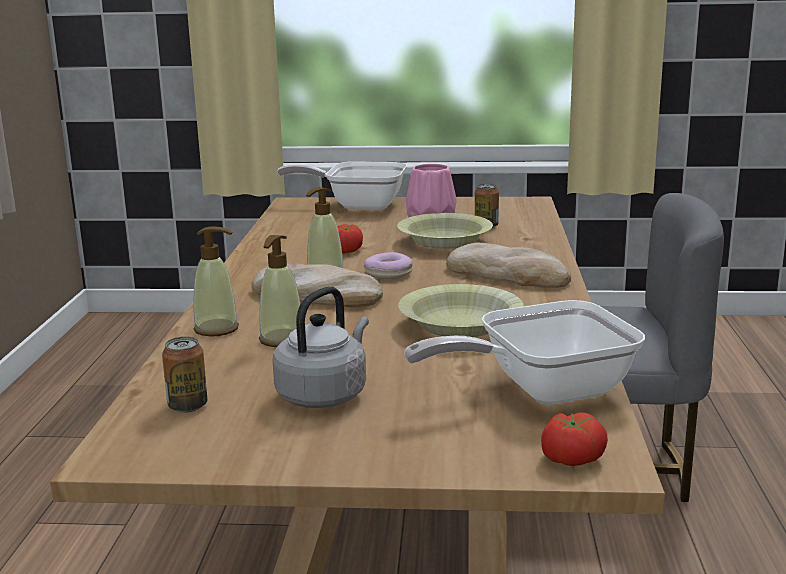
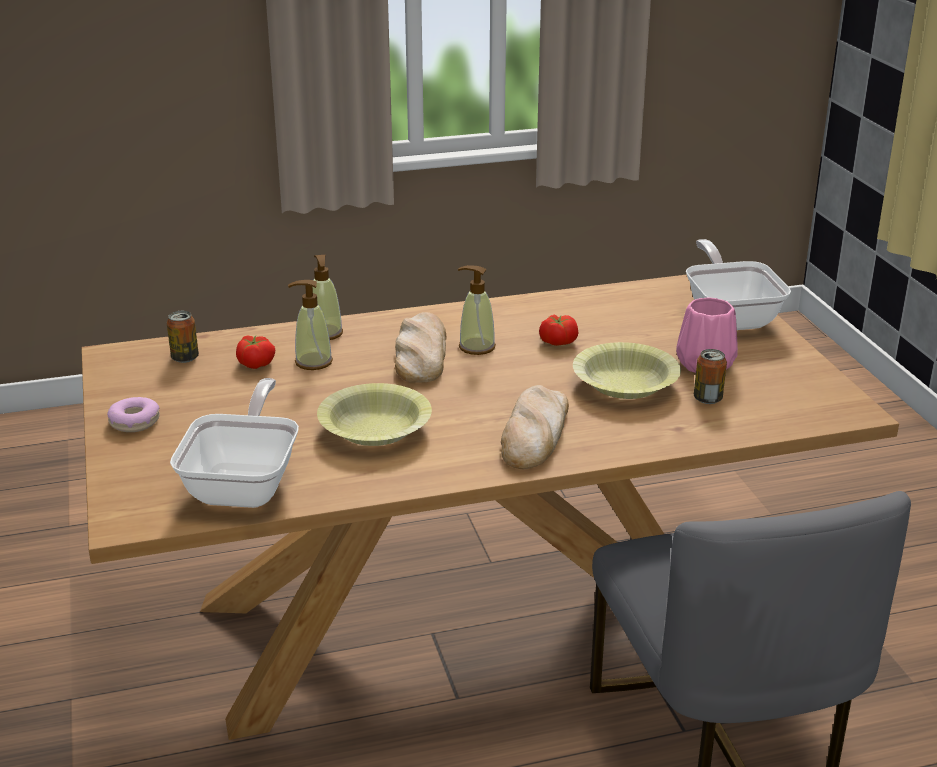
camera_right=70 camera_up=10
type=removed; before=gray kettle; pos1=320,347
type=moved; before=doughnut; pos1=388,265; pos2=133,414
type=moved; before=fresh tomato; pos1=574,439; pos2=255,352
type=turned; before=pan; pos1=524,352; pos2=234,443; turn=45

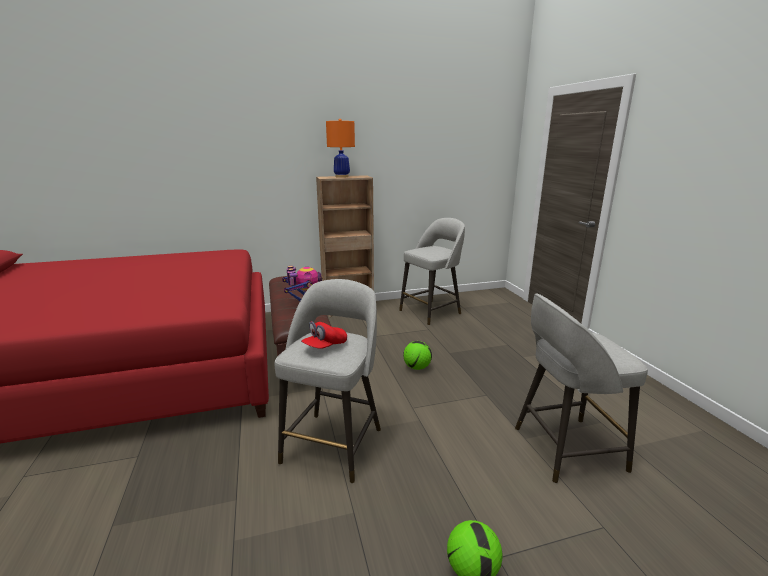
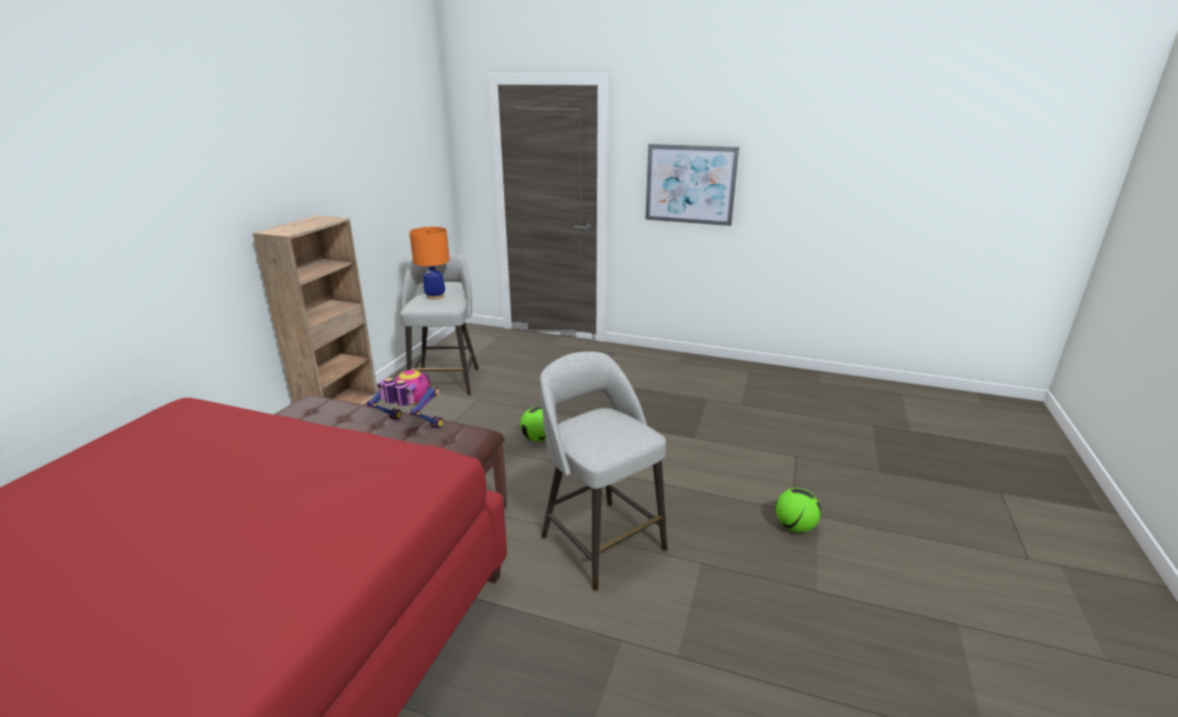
camera_right=-55 camera_up=5
type=removed; before=reddish baseball cap; pos1=324,335
type=removed; before=gray sitting stool; pos1=581,388
type=added; after=wall picture; pos2=692,185
type=moved; before=orange-coloured tabletop lamp; pos1=340,148; pos2=429,263

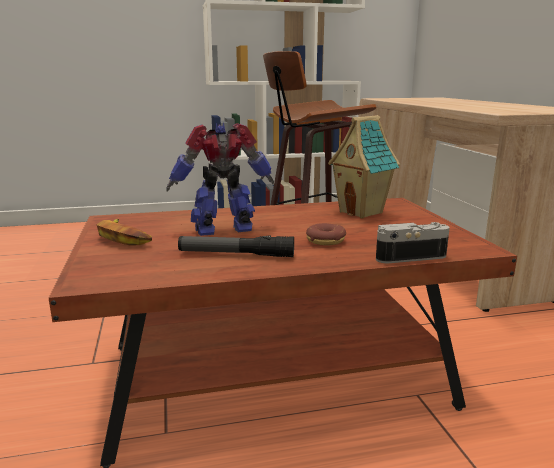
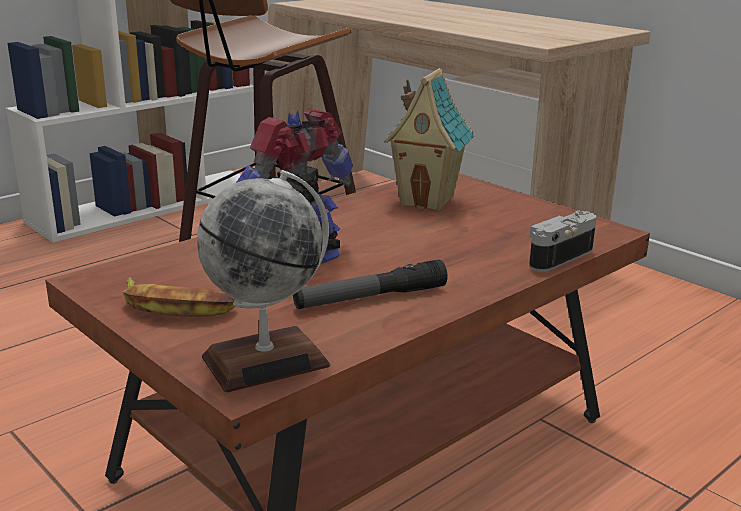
camera_right=-30 camera_up=5
type=removed; before=doughnut; pos1=326,234
type=added; after=desk globe; pos2=263,281

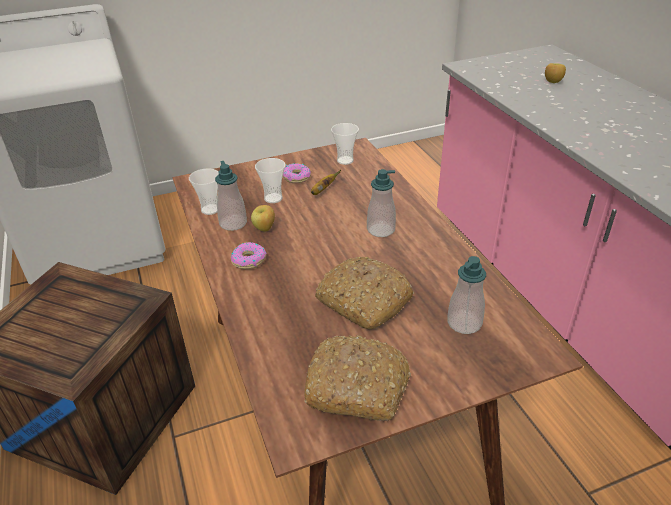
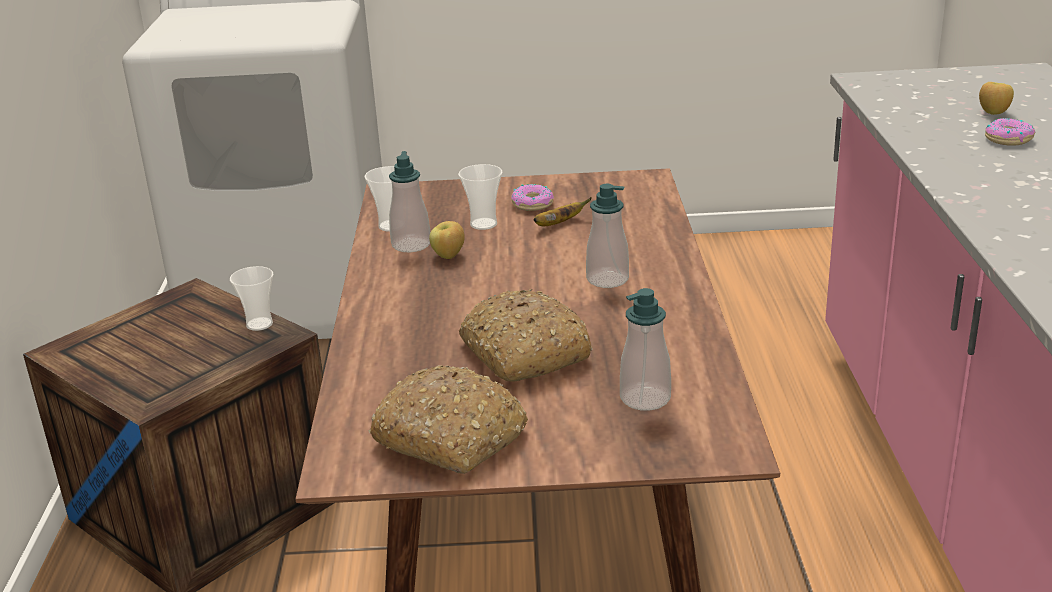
camera_right=20 camera_up=-10
type=moved; before=doughnut; pos1=249,255; pos2=1010,132
type=moved; before=drinking cup; pos1=345,144; pos2=251,298

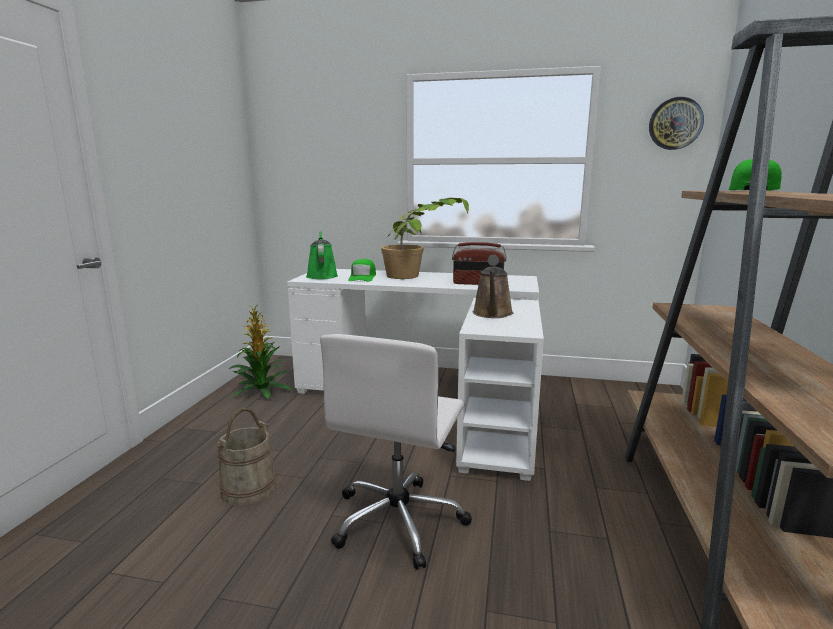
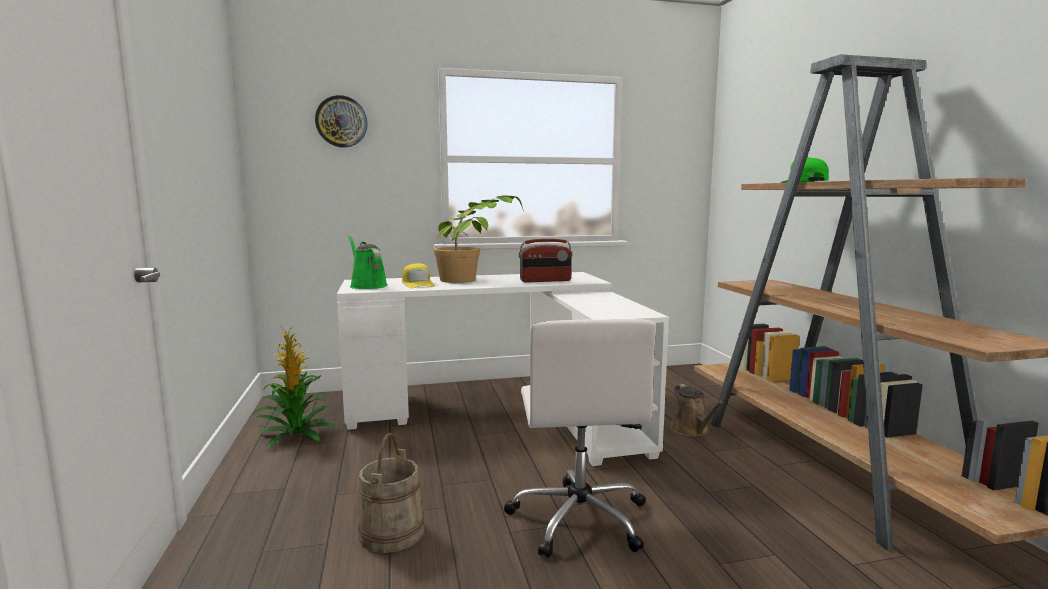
camera_right=-25 camera_up=-5
type=moved; before=brown sprinkling can; pos1=493,292; pos2=697,410
type=moved; before=hanging clock; pos1=676,123; pos2=341,121
type=recoloured; before=green-coloured baseball cap; after=yellowish baseball cap; pos1=362,270; pos2=418,275

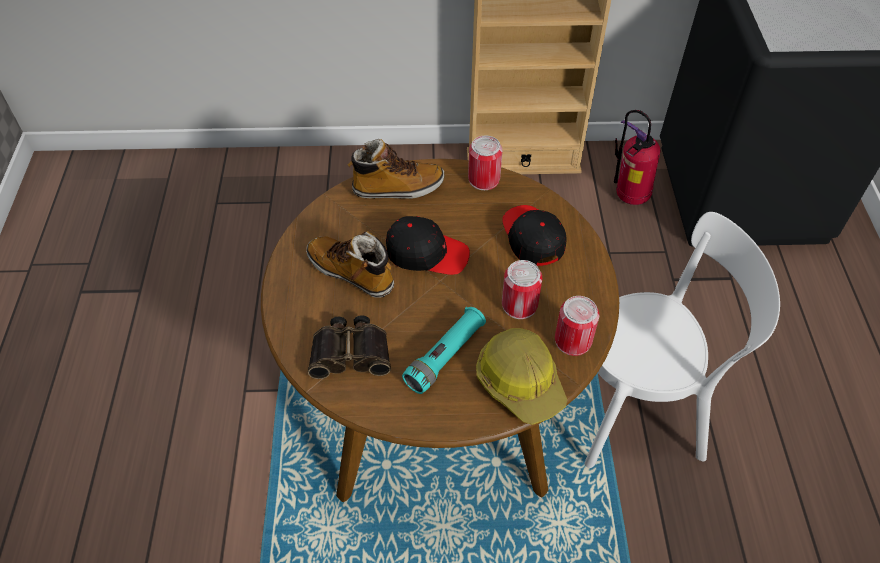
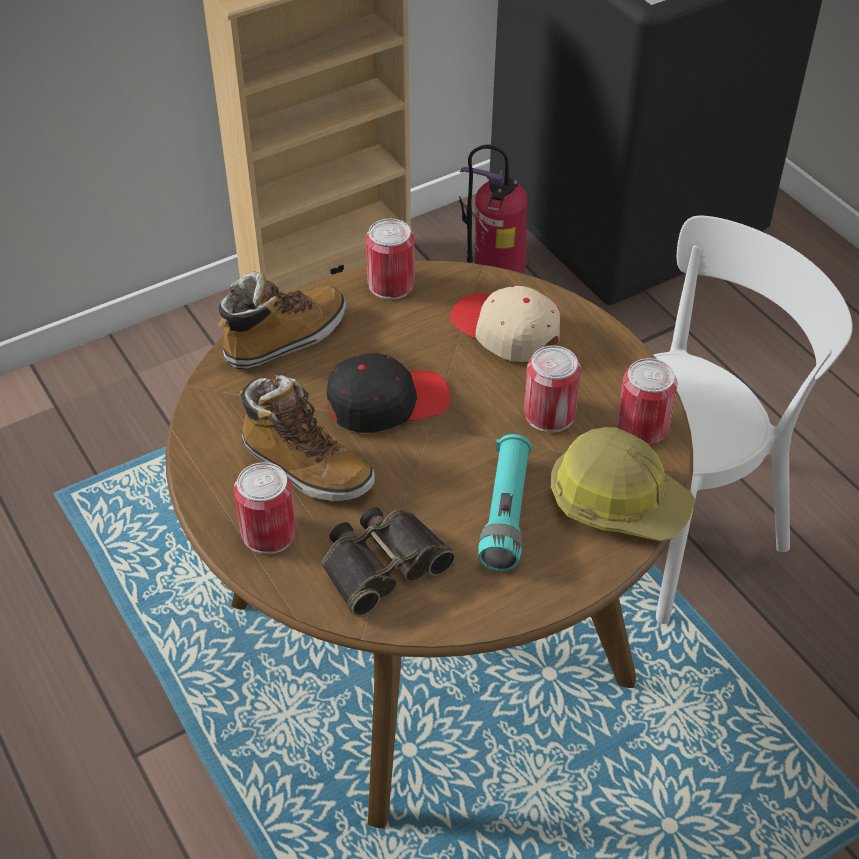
camera_right=-30 camera_up=-5
type=added; after=can; pos2=265,508
type=recoloured; before=blackish baseball cap; after=beige-coloured baseball cap; pos1=534,235; pos2=505,324
type=turned; before=high-top boot; pos1=350,264; pos2=307,438; turn=-150

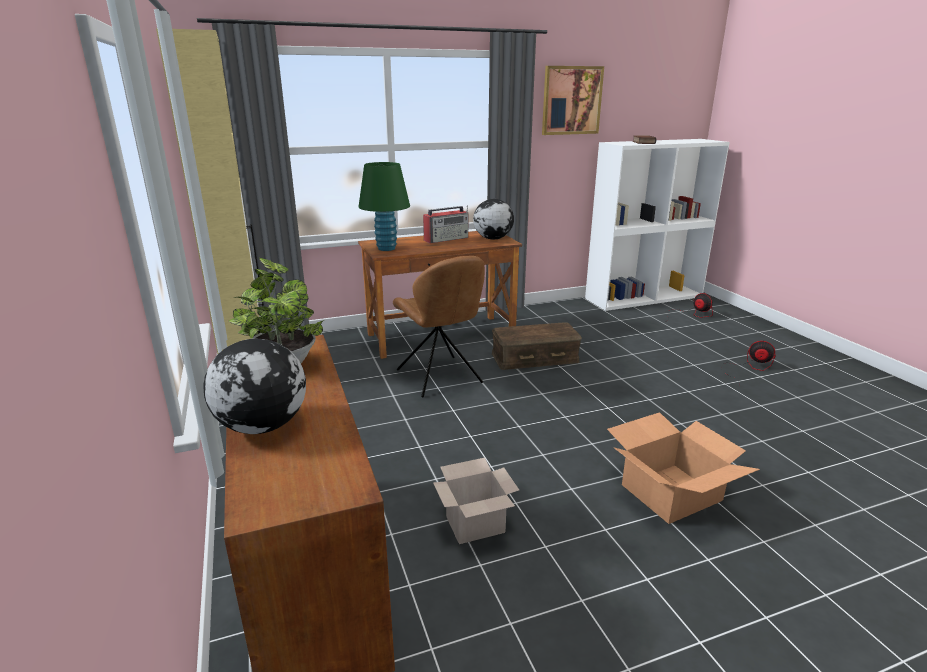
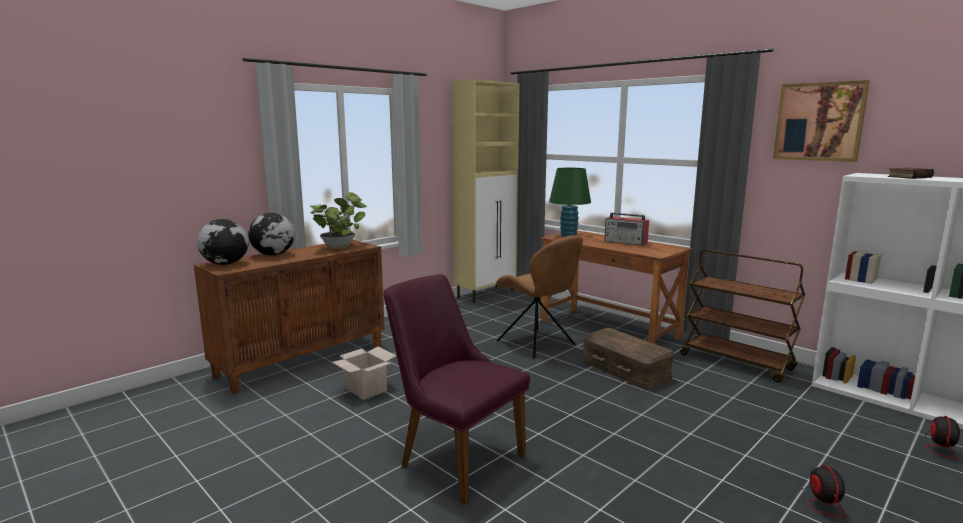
camera_right=65 camera_up=-10
type=added; after=brown cart; pos2=742,316
type=moved; before=desk globe; pos1=493,219; pos2=223,242
type=replaced; before=packing box; after=purple plain chair; pos1=683,468; pos2=456,389
type=turned; before=brown plain chair; pos1=439,327; pos2=539,296; turn=-75

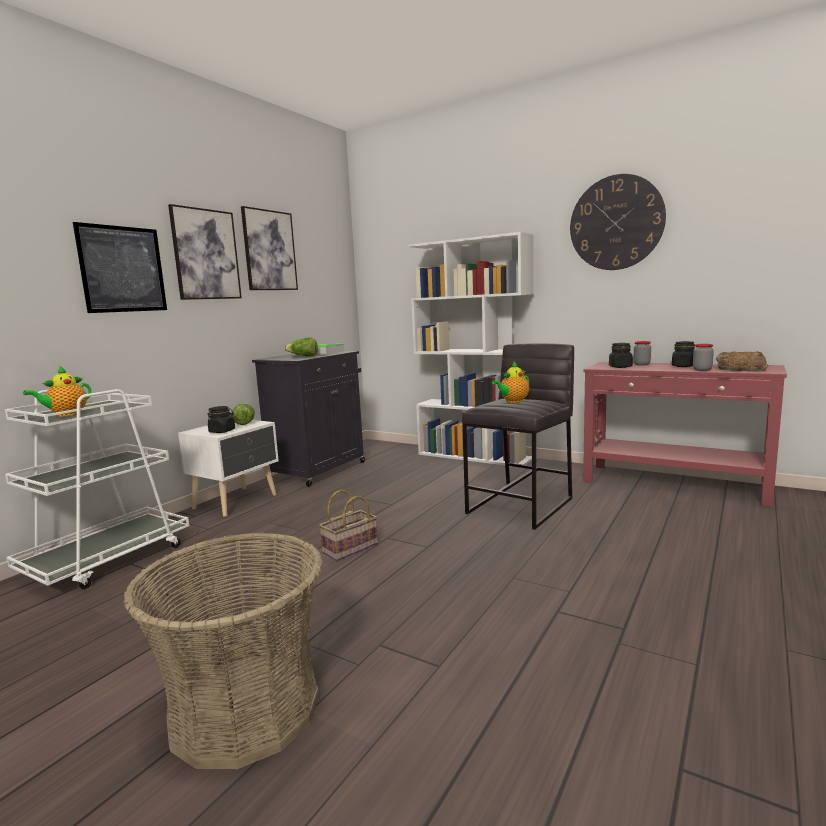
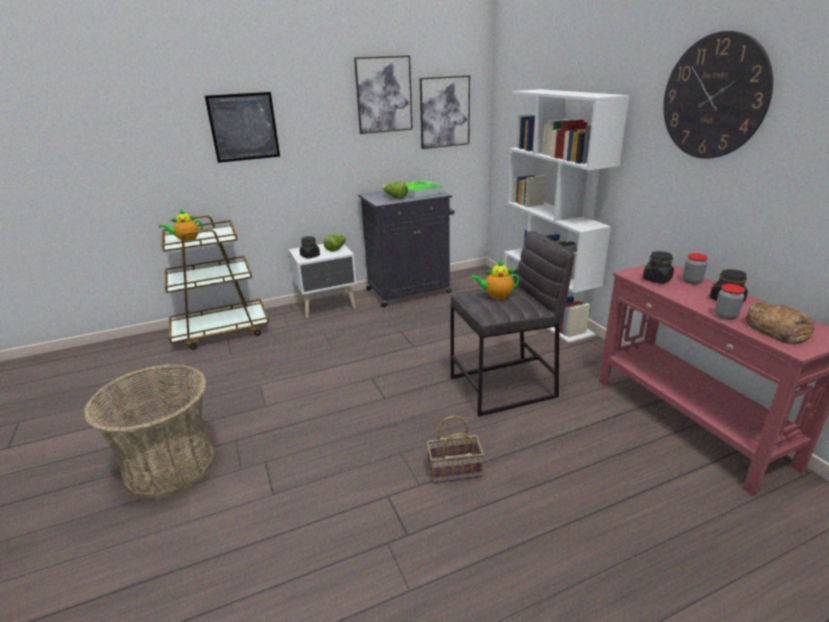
camera_right=35 camera_up=15
type=moved; before=wall picture; pos1=205,252; pos2=445,112
type=moved; before=household basket; pos1=348,525; pos2=455,449
type=recoloured; before=whitish cart; after=brown cart; pos1=97,489; pos2=215,282

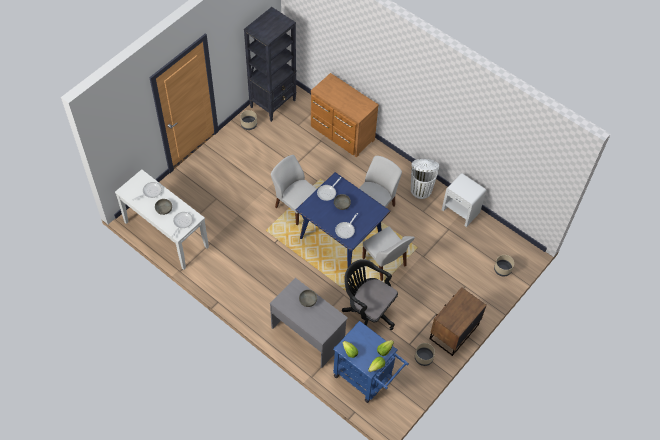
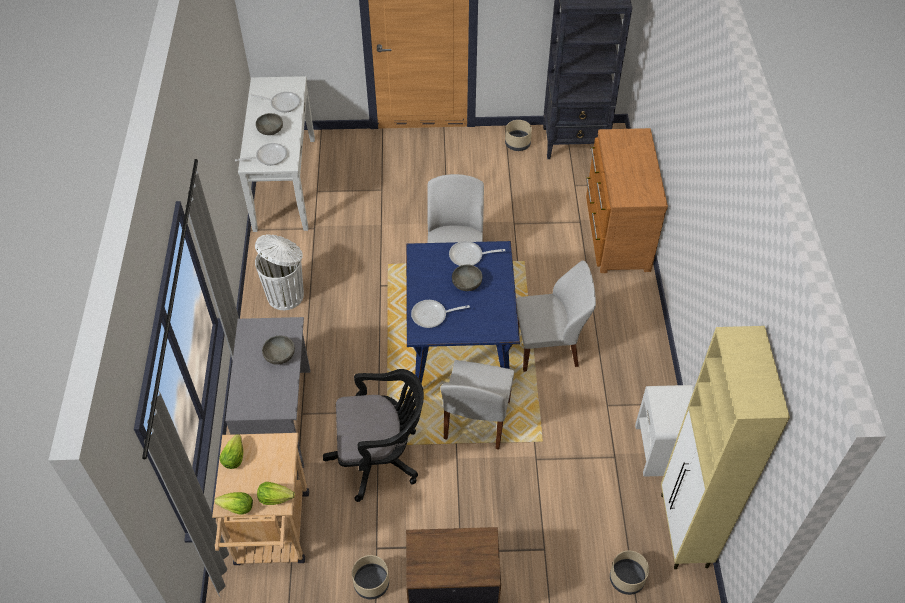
camera_right=50 camera_up=-5
type=added; after=beige-coloured cupboard; pos2=725,447
type=moved; before=whitish rubbish bin; pos1=425,179; pos2=279,272
type=recoloured; before=blue-coloured cart; after=beige-coloured cart; pos1=371,362; pos2=260,499
type=turned; before=blackish office chair; pos1=370,294; pos2=373,435; turn=90

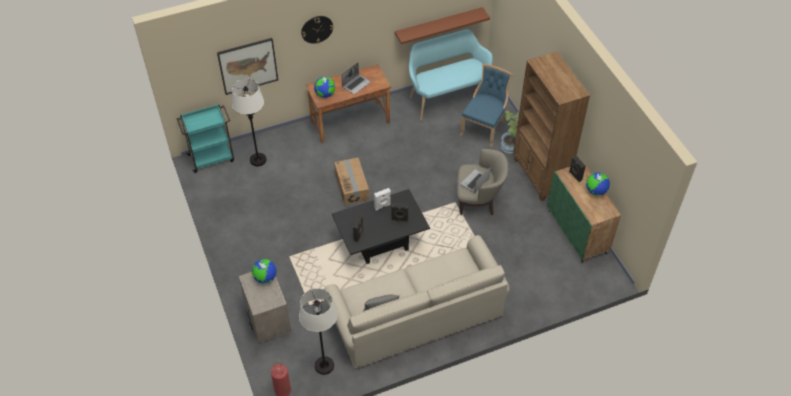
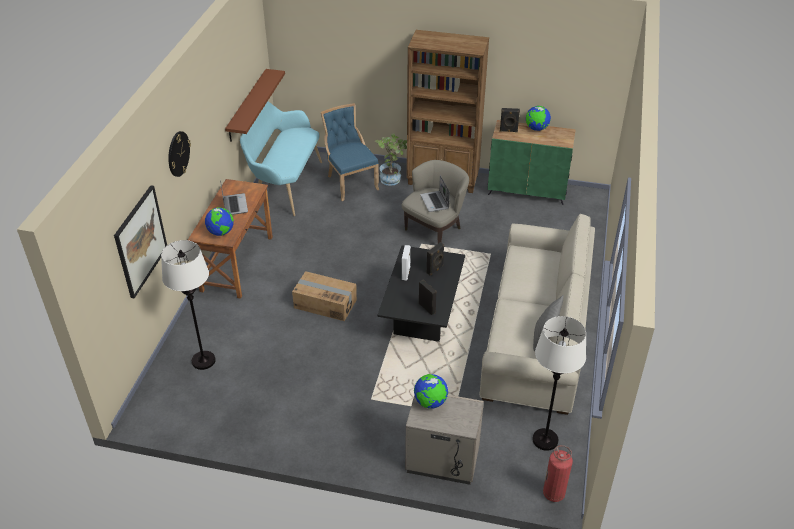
camera_right=-55 camera_up=-10
type=removed; before=turquoise-coloured cart; pos1=205,138

